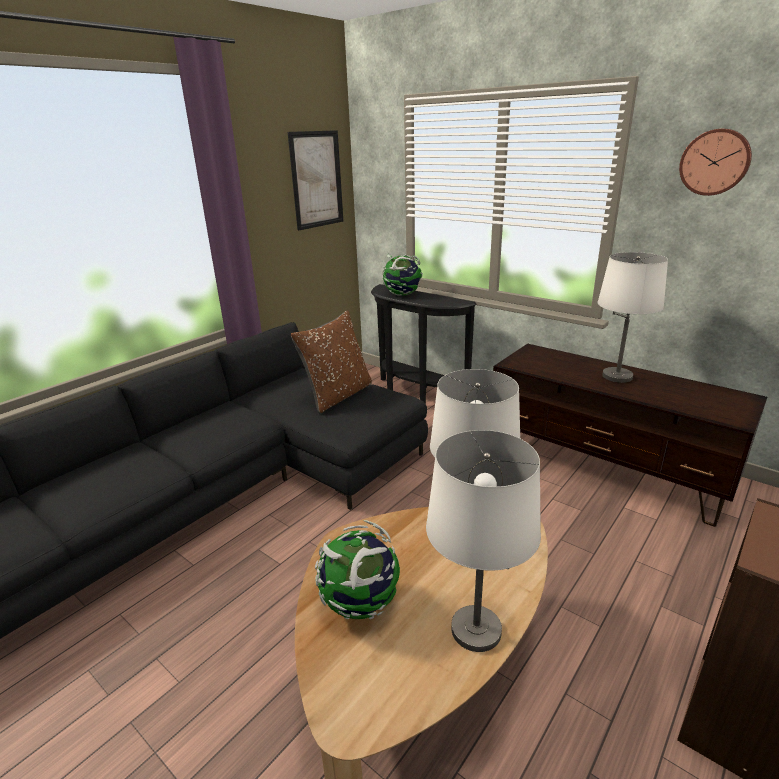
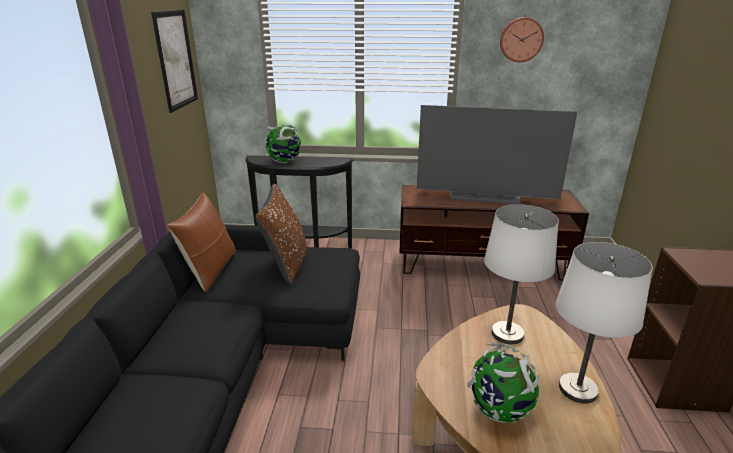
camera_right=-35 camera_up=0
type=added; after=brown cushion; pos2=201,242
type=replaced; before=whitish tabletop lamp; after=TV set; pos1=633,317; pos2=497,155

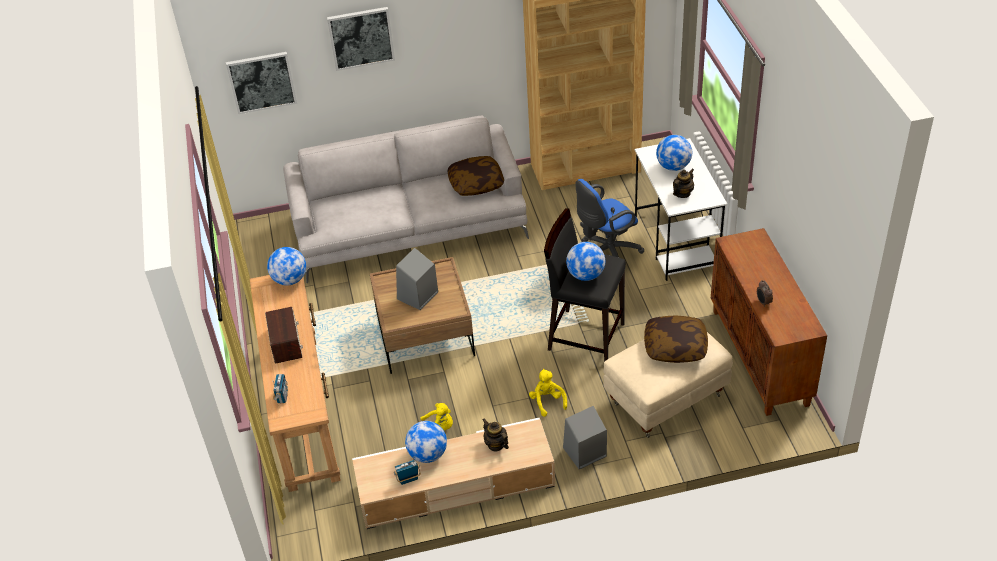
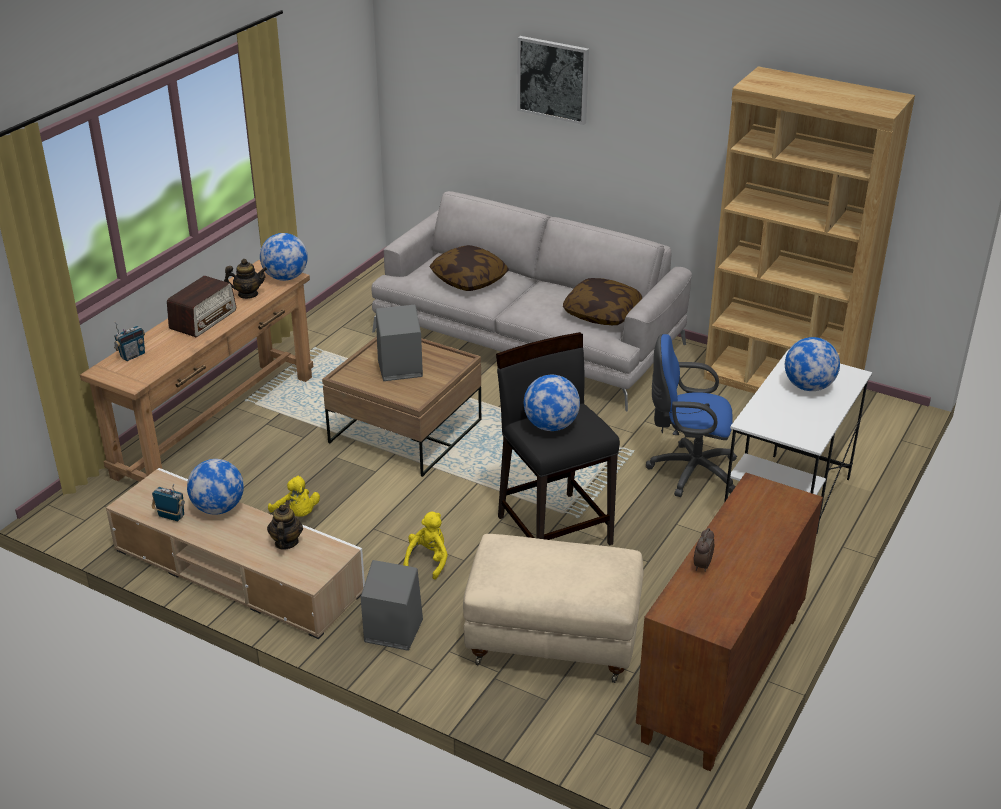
camera_right=40 camera_up=-10
type=removed; before=wall picture; pos1=261,83
type=moved; before=cushion; pos1=676,339; pos2=469,268
type=moved; before=tea pot; pos1=683,183; pos2=245,279

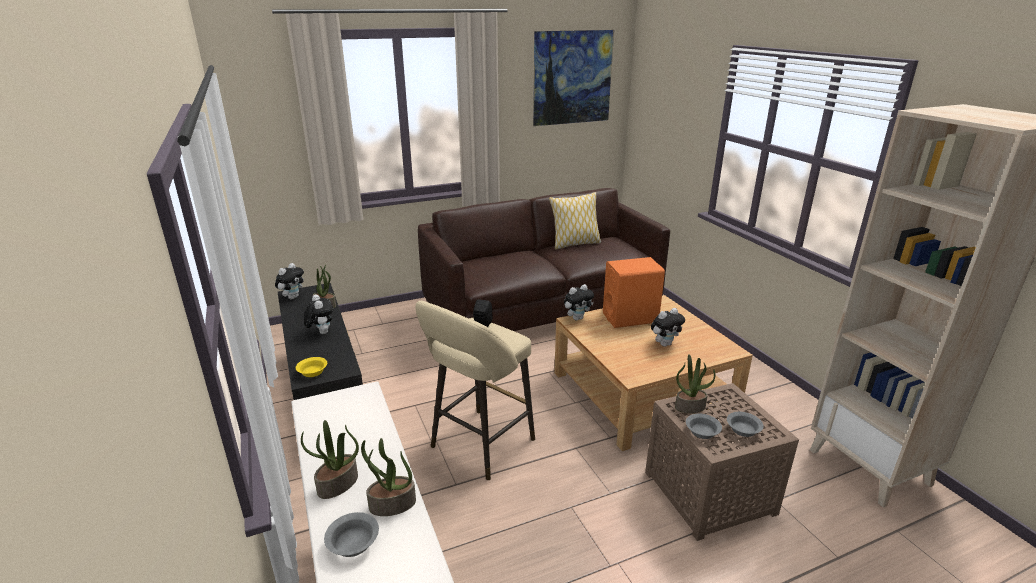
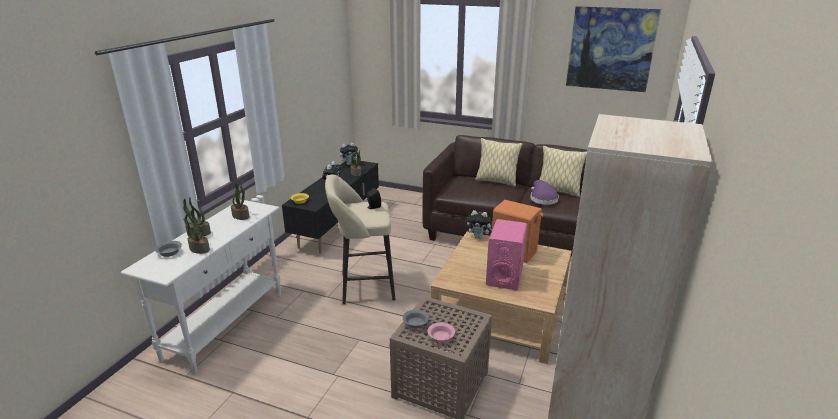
camera_right=45 camera_up=0
type=added; after=cushion; pos2=498,162
type=added; after=purple hat; pos2=545,192
type=moved; before=houseplant; pos1=695,383; pos2=240,200
type=replaced; before=cuddly toy; after=pink speaker; pos1=668,327; pos2=506,254
type=recoloured; before=gray deep dish; after=pink deep dish; pos1=745,424; pos2=441,333

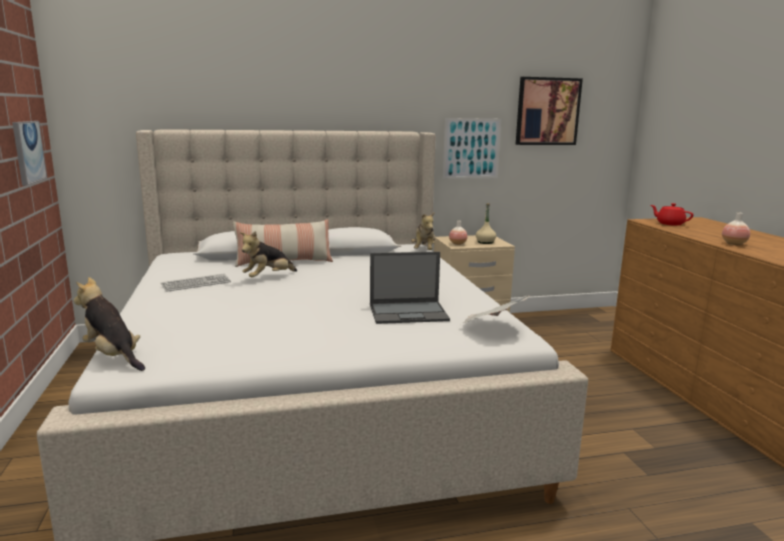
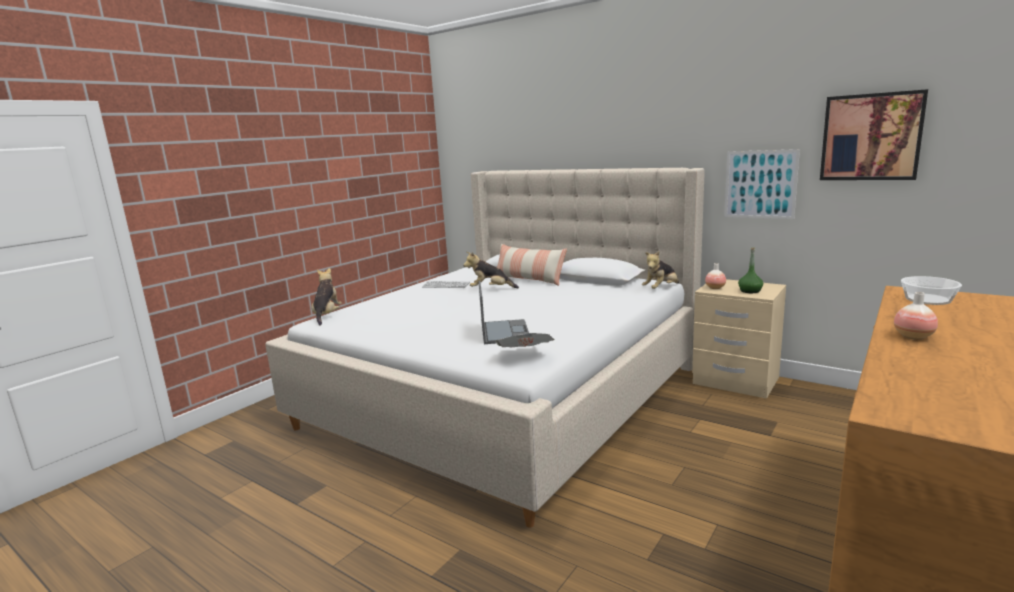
camera_right=50 camera_up=0
type=removed; before=wall picture; pos1=29,153
type=replaced; before=reddish tea pot; after=deep dish; pos1=672,214; pos2=931,290
type=recoloured; before=beige-coloured drink bottle; after=green-coloured drink bottle; pos1=486,223; pos2=750,270
type=turned; before=portable computer; pos1=410,288; pos2=504,312; turn=-135

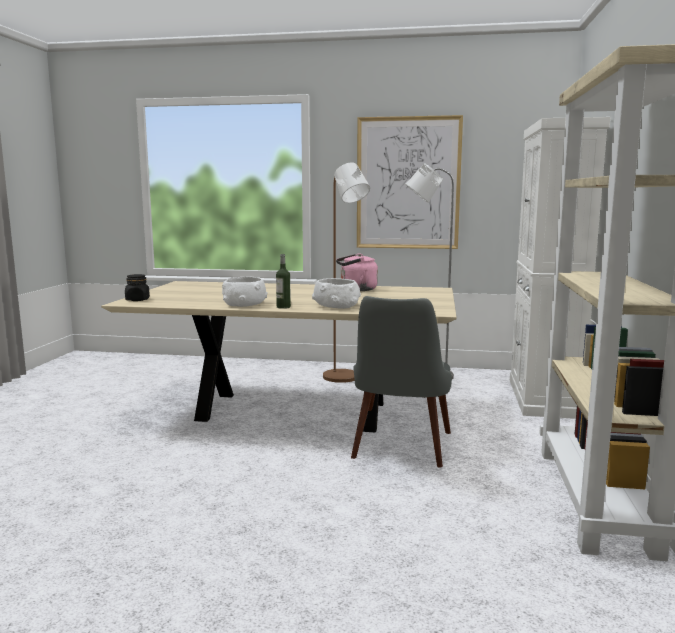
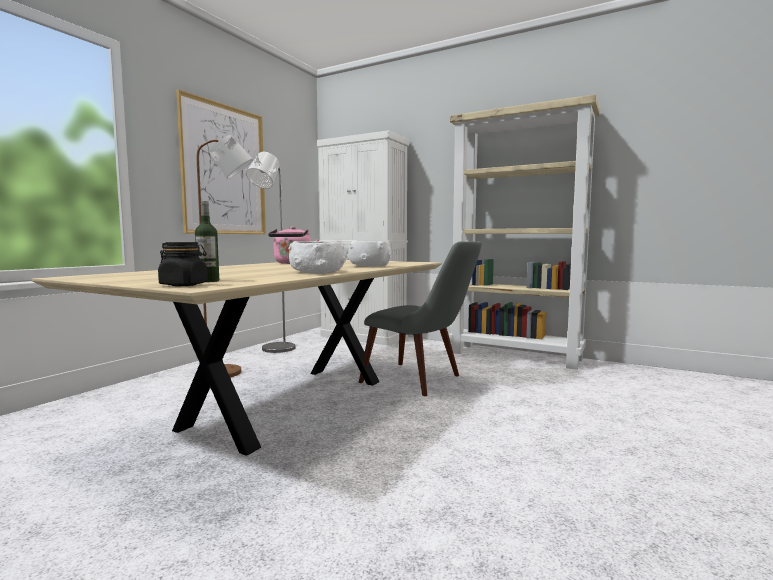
camera_right=-70 camera_up=-5
type=moved; before=drink bottle; pos1=283,281; pos2=207,241

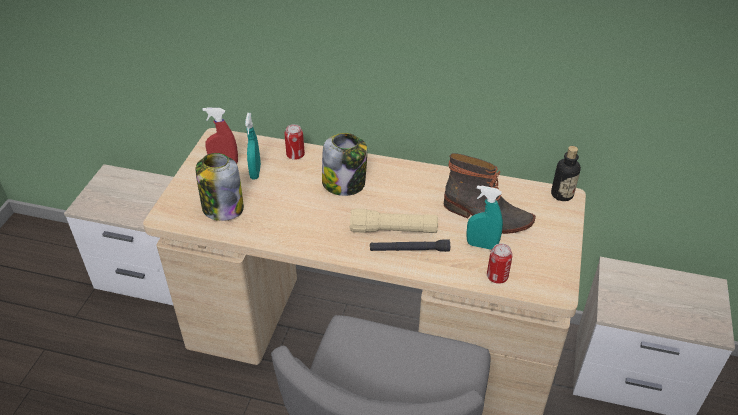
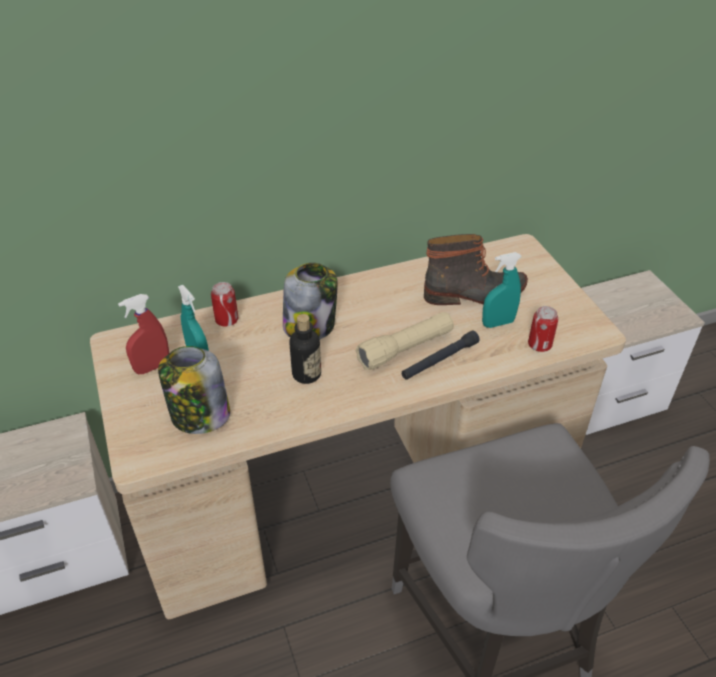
camera_right=-35 camera_up=0
type=moved; before=drink bottle; pos1=566,173; pos2=305,349

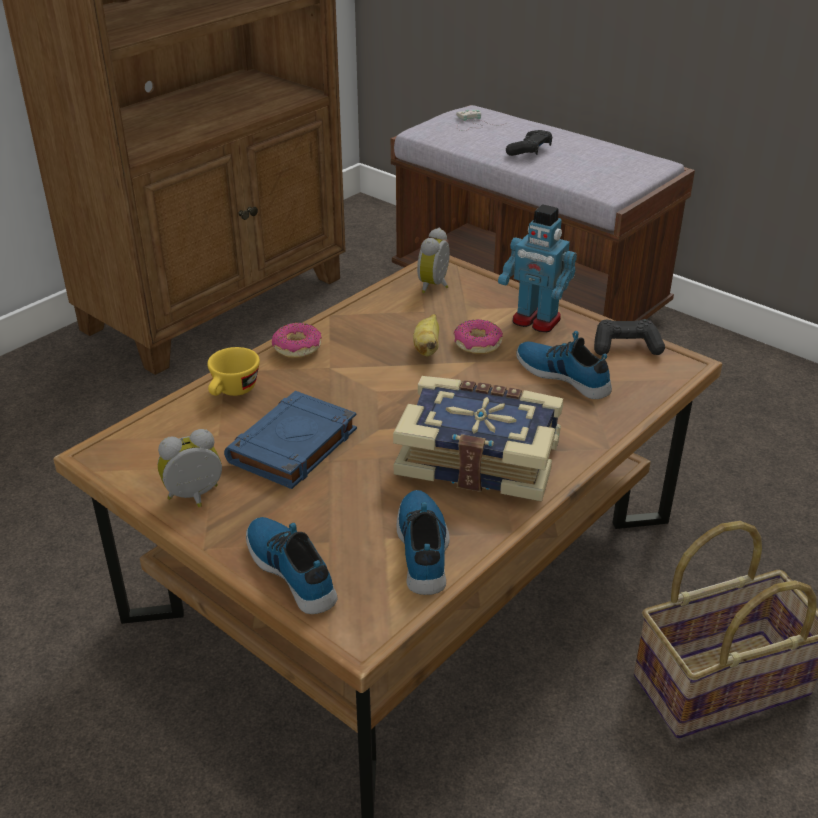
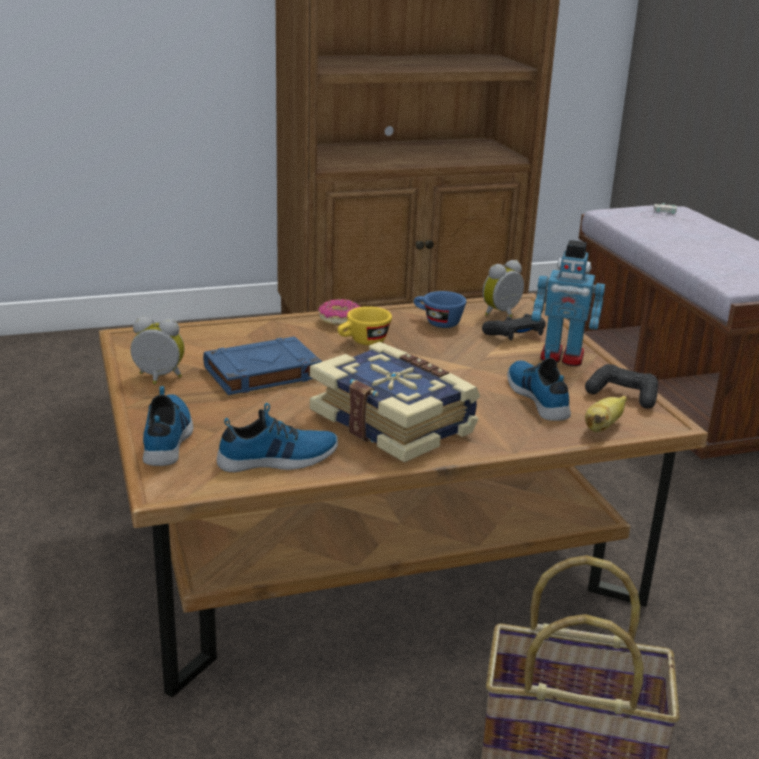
camera_right=30 camera_up=-10
type=removed; before=doughnut; pos1=478,336
type=added; after=blue-coloured drinking cup; pos2=440,309
type=moved; before=yellowish drinking cup; pos1=233,371; pos2=365,325
type=moved; before=banana fruit; pos1=426,335; pos2=606,414
type=moved; before=blackish game controller; pos1=529,143; pos2=514,327
type=turned; before=item of footwear; pos1=423,542; pos2=277,437; turn=45
type=turned; before=model robot; pos1=537,268; pos2=568,303; turn=-45

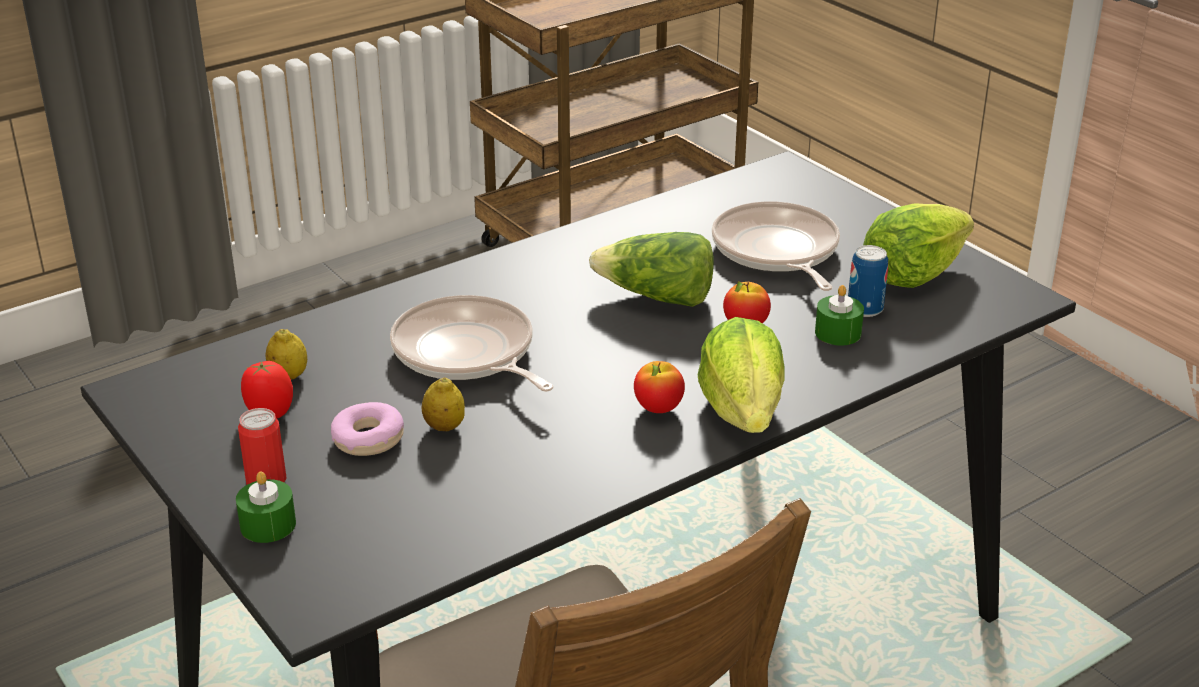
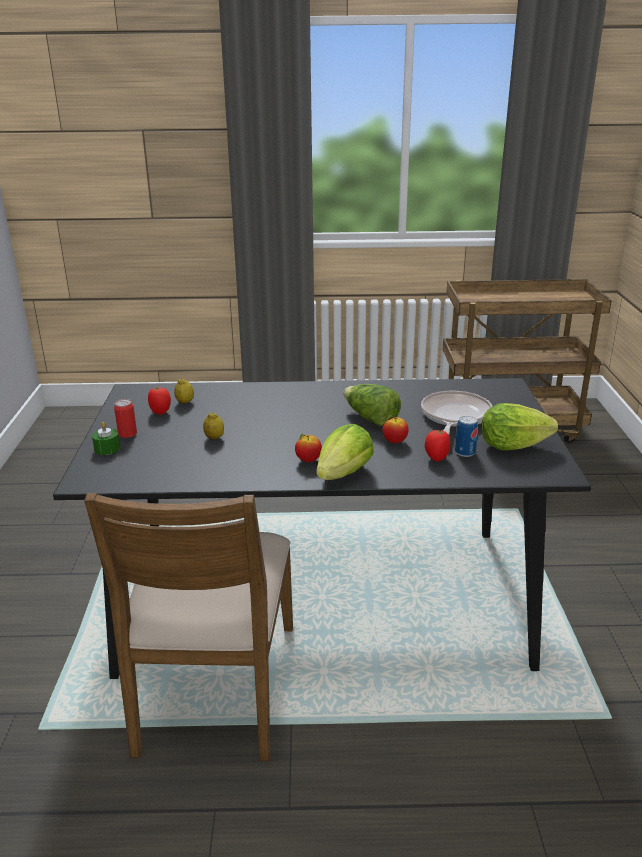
camera_right=35 camera_up=-5
type=removed; before=doughnut; pos1=367,429
type=removed; before=pan; pos1=471,343
type=replaced; before=green-coloured candle; after=fresh tomato; pos1=839,315; pos2=437,445

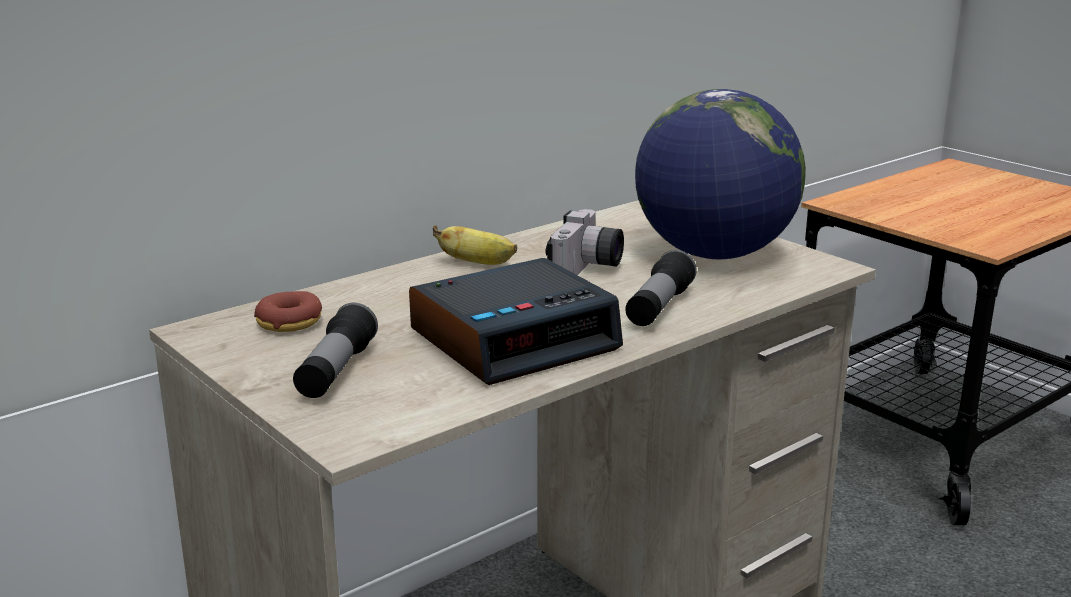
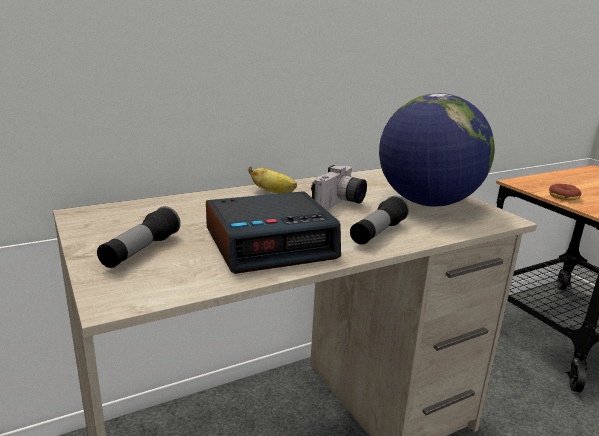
camera_right=10 camera_up=0
type=moved; before=doughnut; pos1=288,311; pos2=565,192

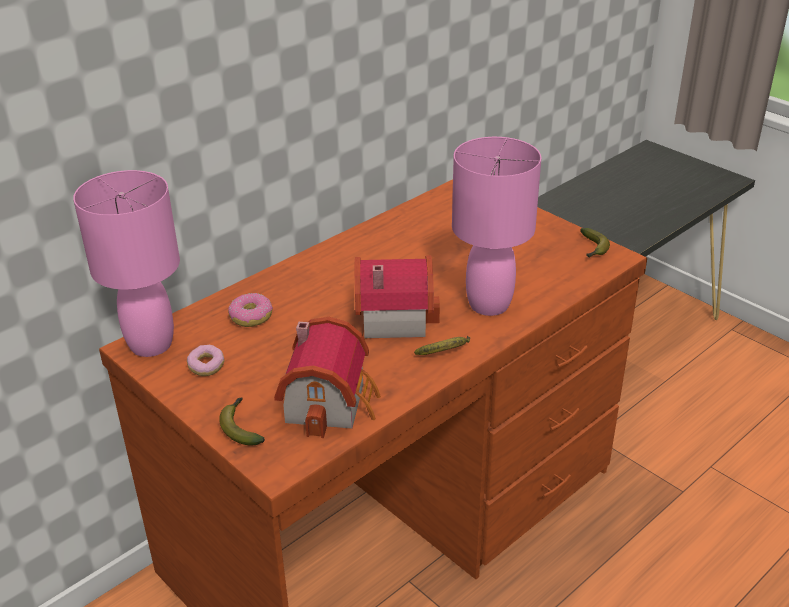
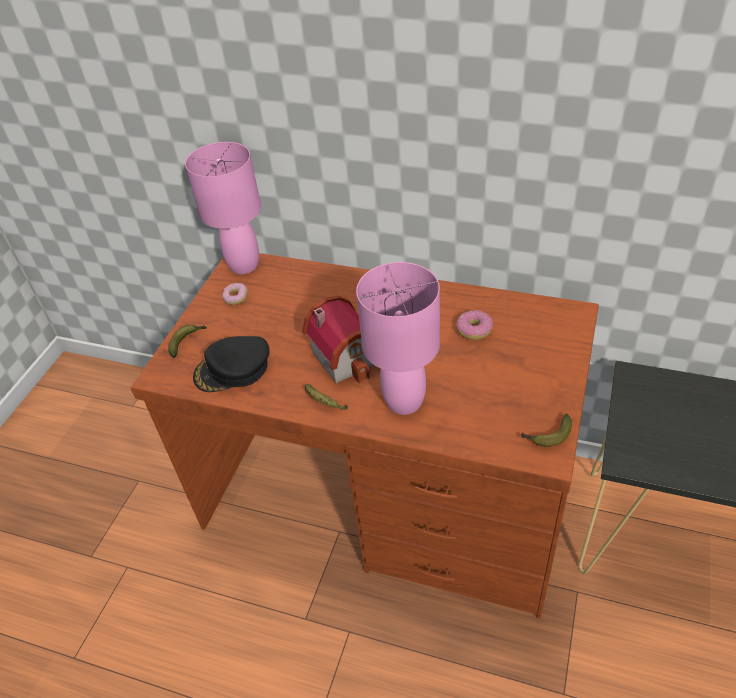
camera_right=65 camera_up=10
type=moved; before=doughnut; pos1=250,310; pos2=474,325
type=replaced; before=model house; after=blackish baseball cap; pos1=327,377; pos2=231,364

